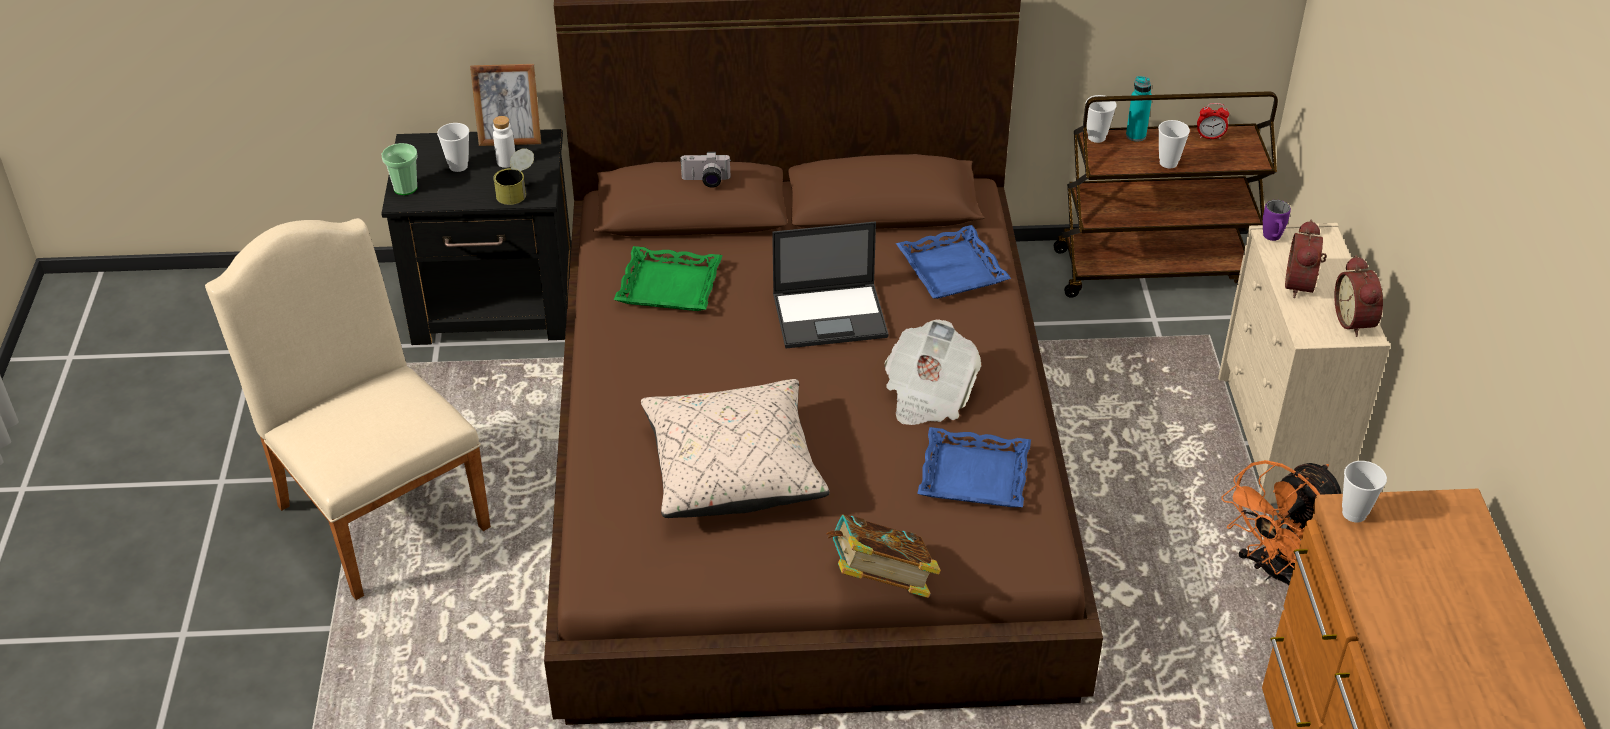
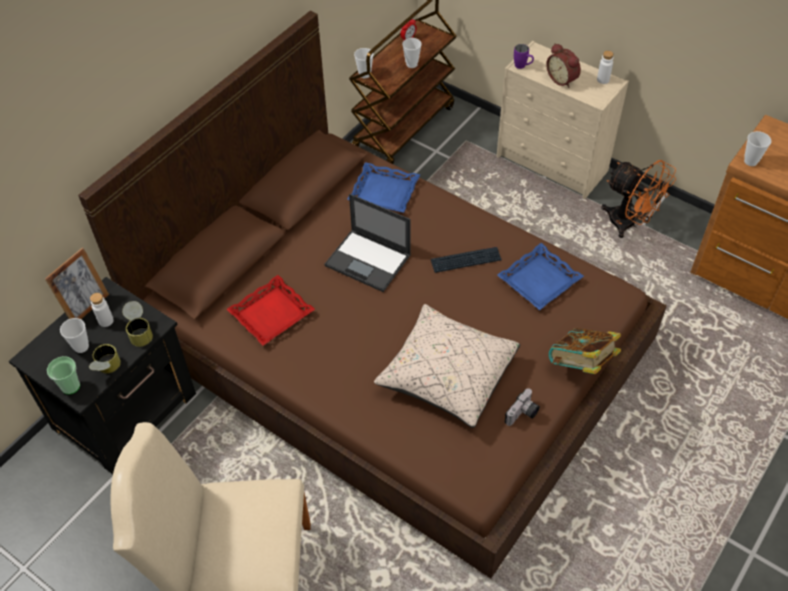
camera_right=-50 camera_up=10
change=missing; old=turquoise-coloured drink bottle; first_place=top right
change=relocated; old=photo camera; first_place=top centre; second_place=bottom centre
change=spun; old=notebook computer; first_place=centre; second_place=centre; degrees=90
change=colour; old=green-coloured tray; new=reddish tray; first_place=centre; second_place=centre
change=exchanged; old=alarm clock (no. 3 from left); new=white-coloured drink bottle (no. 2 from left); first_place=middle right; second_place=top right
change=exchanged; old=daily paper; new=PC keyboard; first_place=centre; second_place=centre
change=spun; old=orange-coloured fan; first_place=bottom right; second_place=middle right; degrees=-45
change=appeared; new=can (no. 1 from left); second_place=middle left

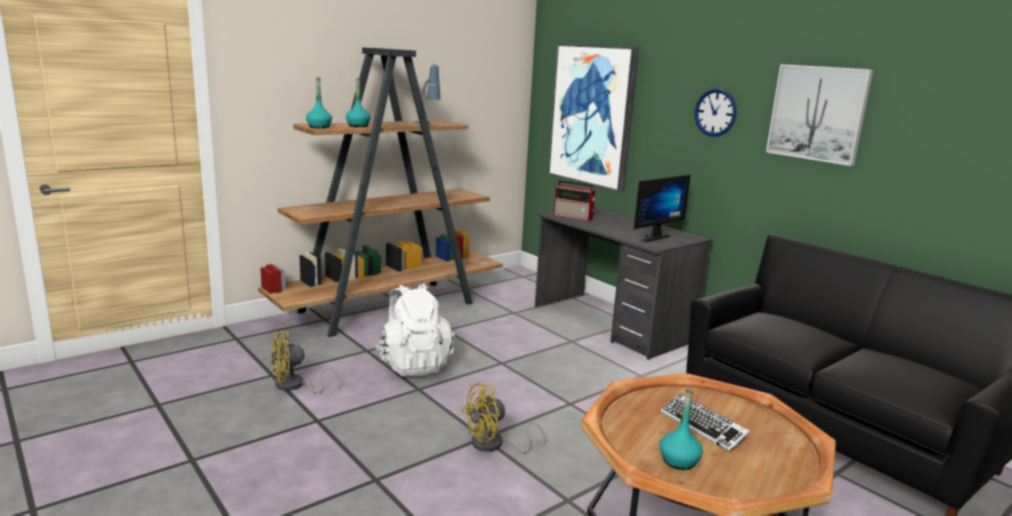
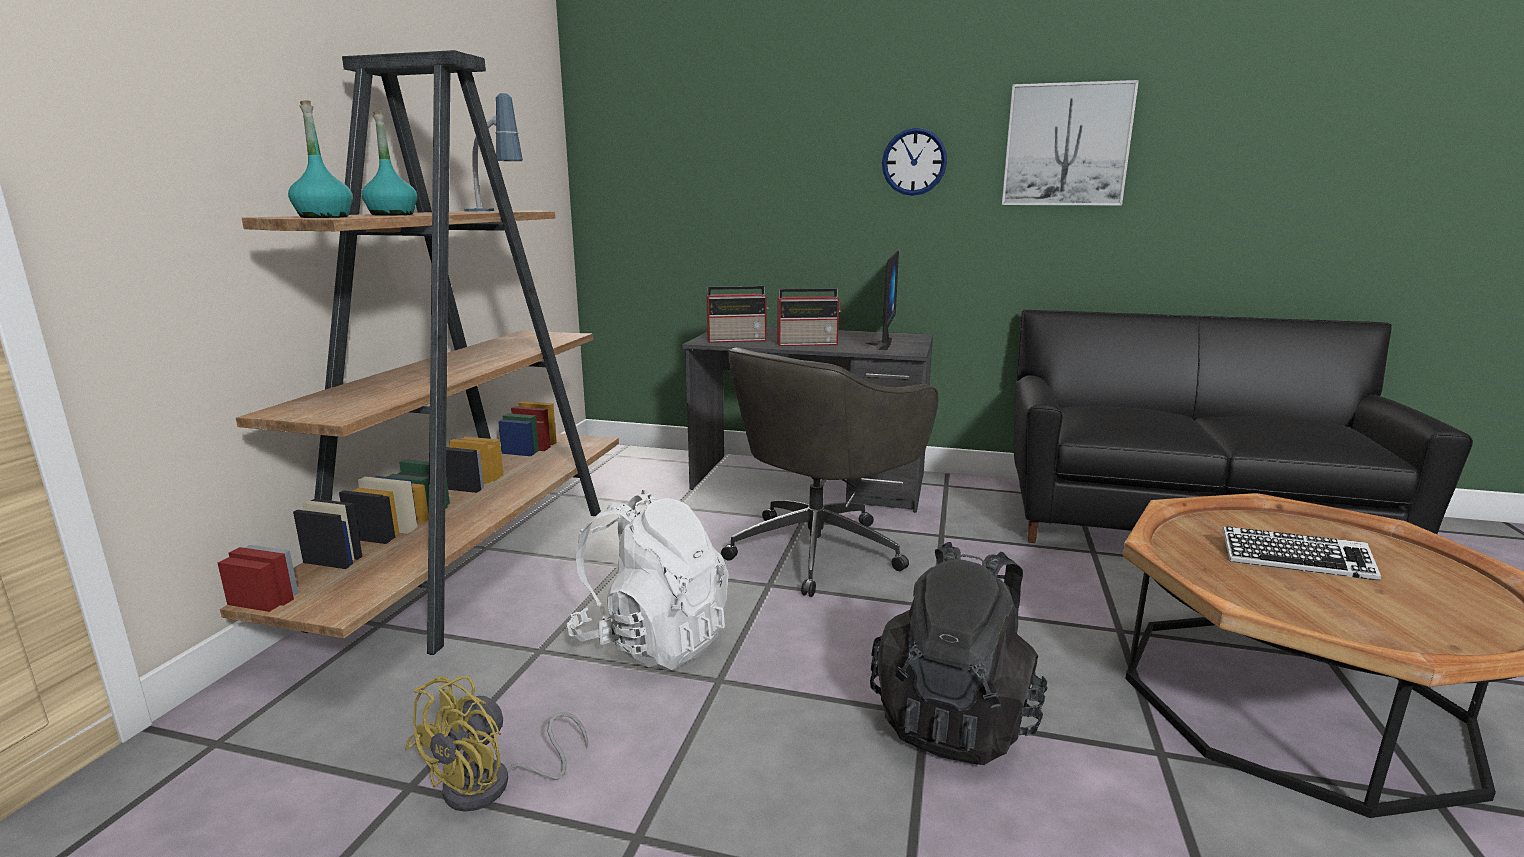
camera_right=-35 camera_up=0
change=missing; old=wall picture (no. 1 from left); first_place=top centre
change=exchanged; old=yellow fan (no. 2 from left); new=blackish rucksack; first_place=bottom centre; second_place=bottom centre
change=missing; old=turquoise-coloured drink bottle (no. 3 from left); first_place=bottom right
change=appeared; new=radio (no. 2 from left); second_place=centre
change=appeared; new=gray office chair; second_place=centre

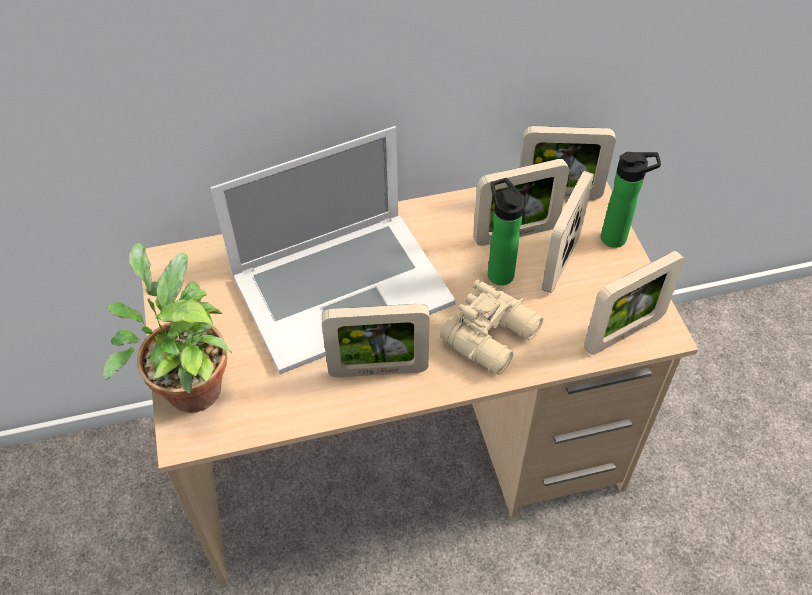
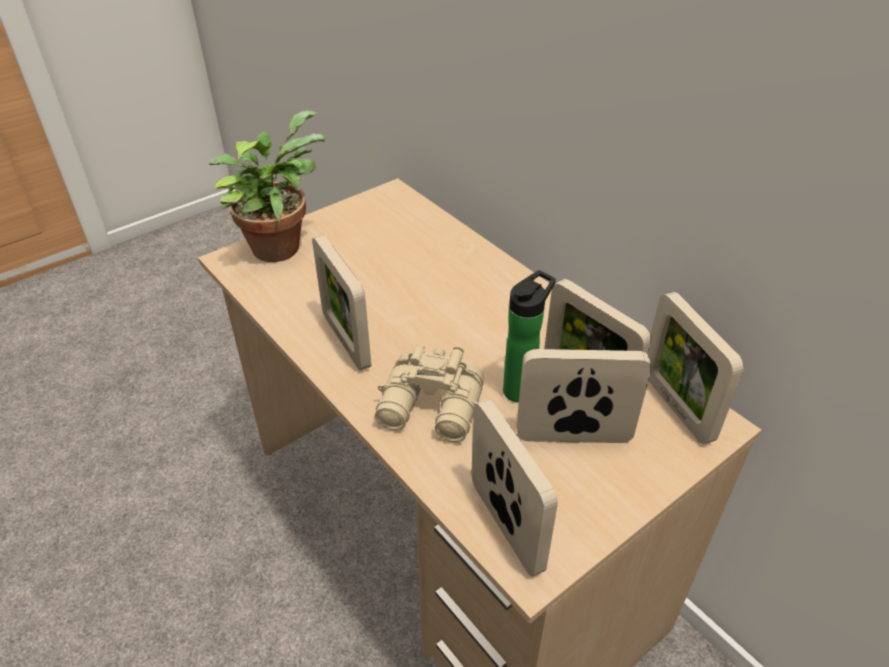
camera_right=65 camera_up=-10
change=missing; old=notebook computer; first_place=centre
change=missing; old=drink bottle (no. 2 from left); first_place=middle right
change=spun; old=standing frame (no. 5 from left in the first image); first_place=middle right; second_place=bottom centre; degrees=-150

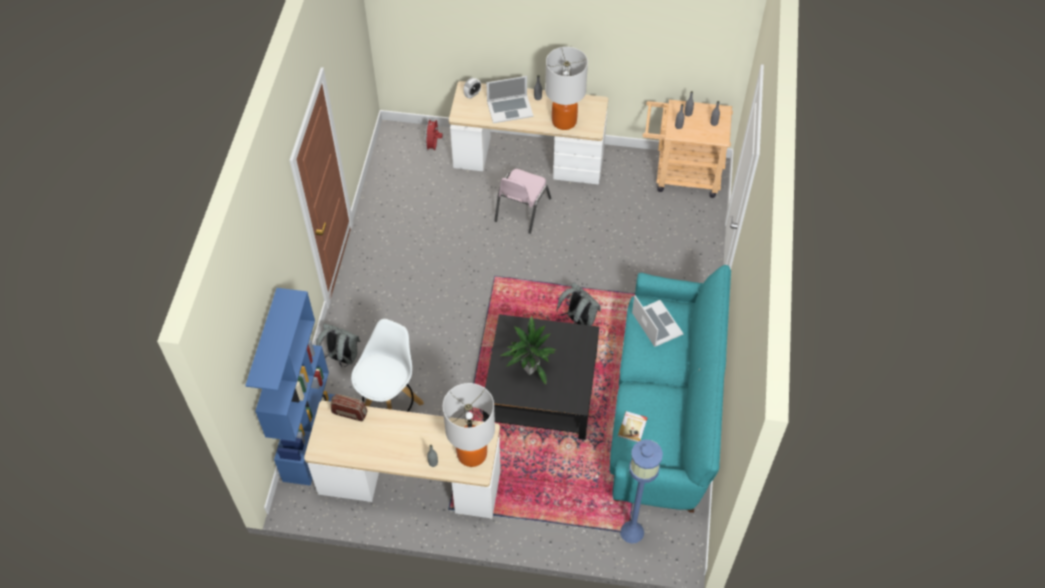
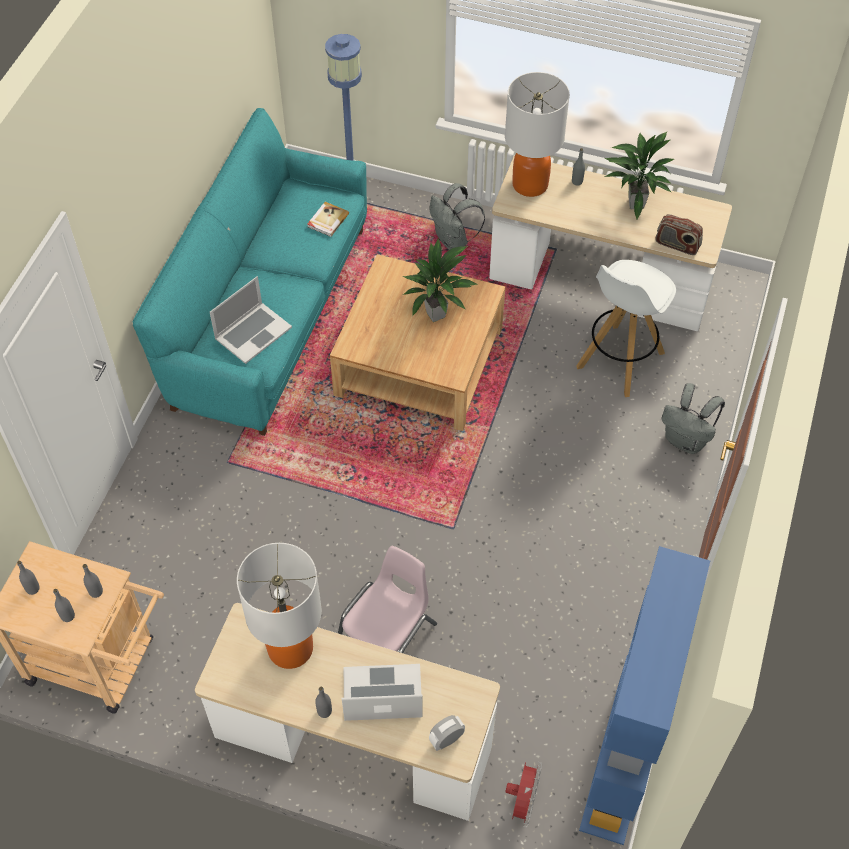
camera_right=-170 camera_up=0
change=relocated; old=gray rucksack (no. 2 from left in the first image); new=gray rucksack (no. 1 from left); first_place=centre; second_place=top centre
change=relocated; old=bluish shelving unit; first_place=middle left; second_place=bottom right
change=spun; old=notebook computer (no. 2 from left in the first image); first_place=centre; second_place=middle left; degrees=-120
change=colour; old=blackish low table; new=beige low table; first_place=centre; second_place=centre
change=appeared; new=plant in a pot (no. 2 from left); second_place=top right

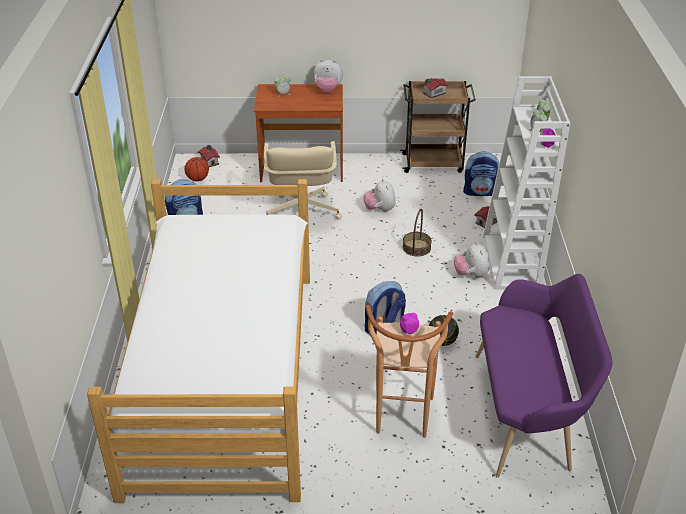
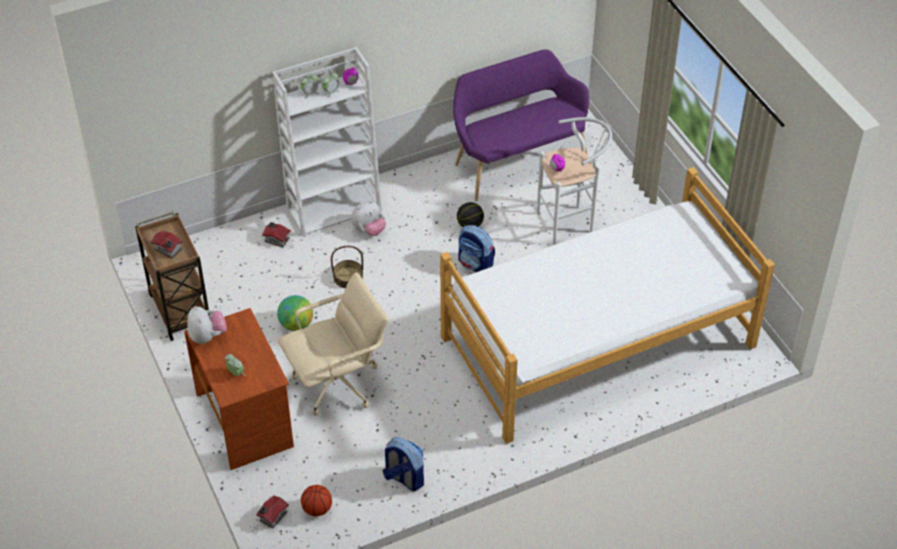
camera_right=-115 camera_up=10
change=missing; old=rucksack (no. 3 from left); first_place=middle right
change=exchanged; old=cuddly toy (no. 2 from left); new=desk globe; first_place=centre; second_place=middle left
change=colour; old=brown sitting stool; new=white-coloured sitting stool; first_place=bottom centre; second_place=top centre

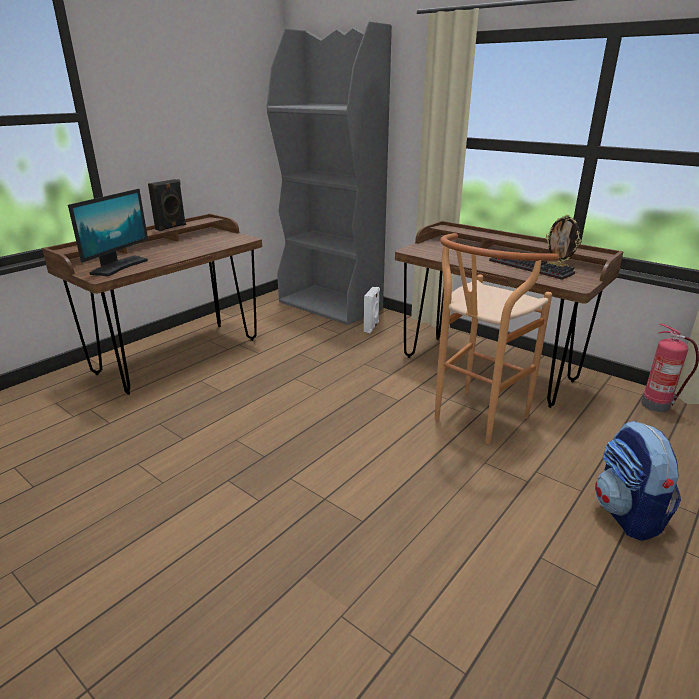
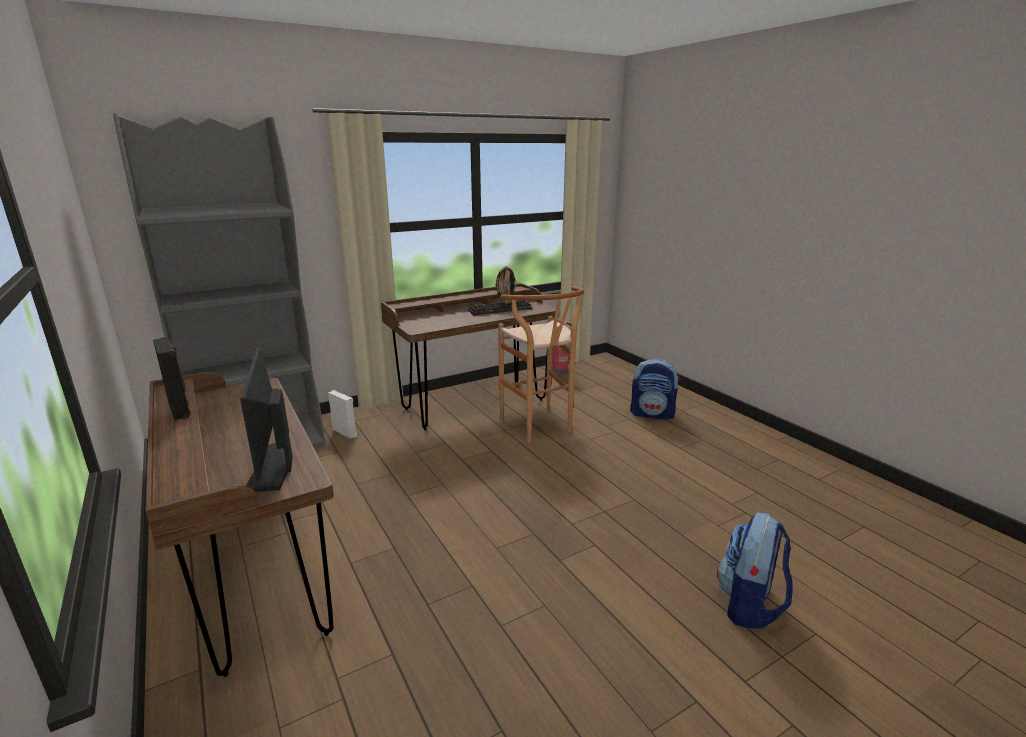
camera_right=-70 camera_up=-5
change=spun; old=computer screen; first_place=top left; second_place=middle left; degrees=-150
change=appeared; new=rucksack (no. 2 from left); second_place=bottom right

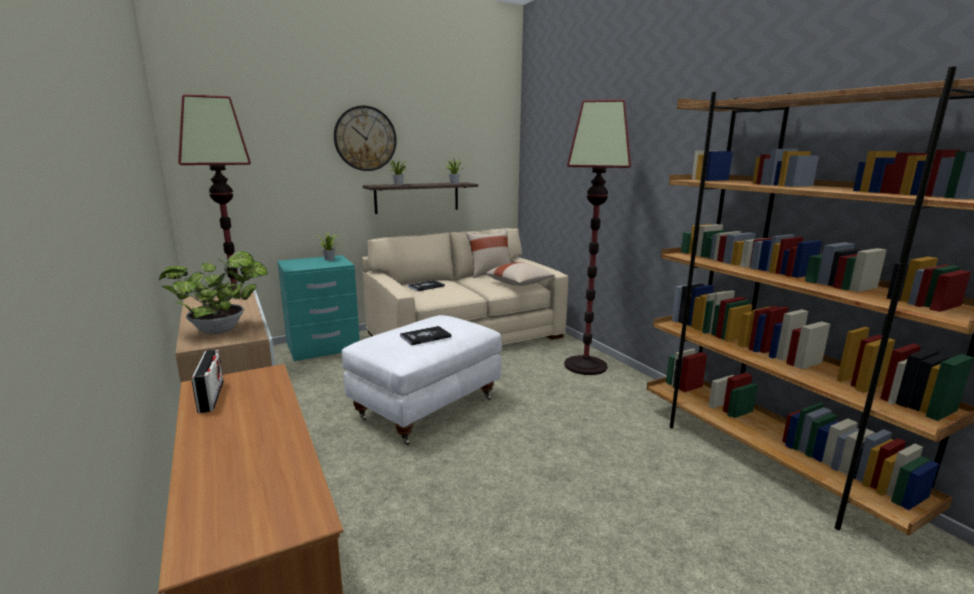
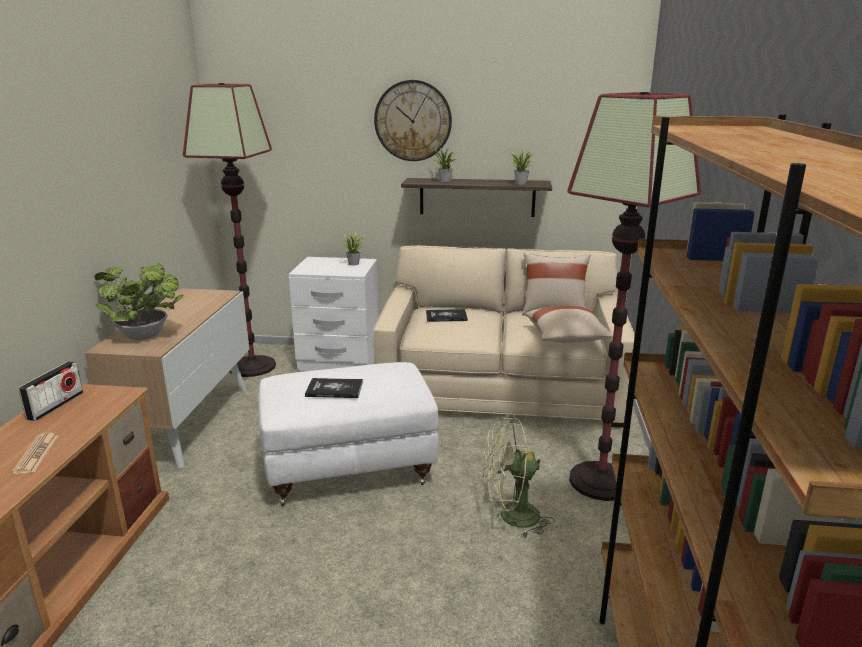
camera_right=35 camera_up=5
change=colour; old=turquoise-coloured night table; new=white-coloured night table; first_place=middle left; second_place=centre
change=appeared; new=green-coloured fan; second_place=bottom centre
change=appeared; new=daily paper; second_place=bottom left

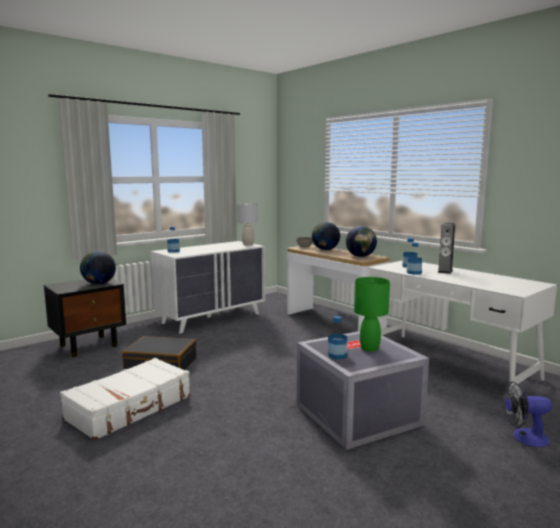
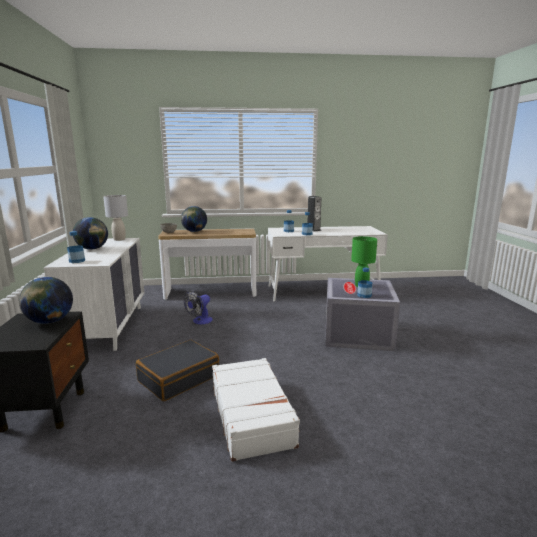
camera_right=-55 camera_up=5
change=relocated; old=desk globe (no. 3 from left in the first image); new=desk globe (no. 2 from left); first_place=centre; second_place=middle left
change=relocated; old=fan; first_place=bottom right; second_place=centre

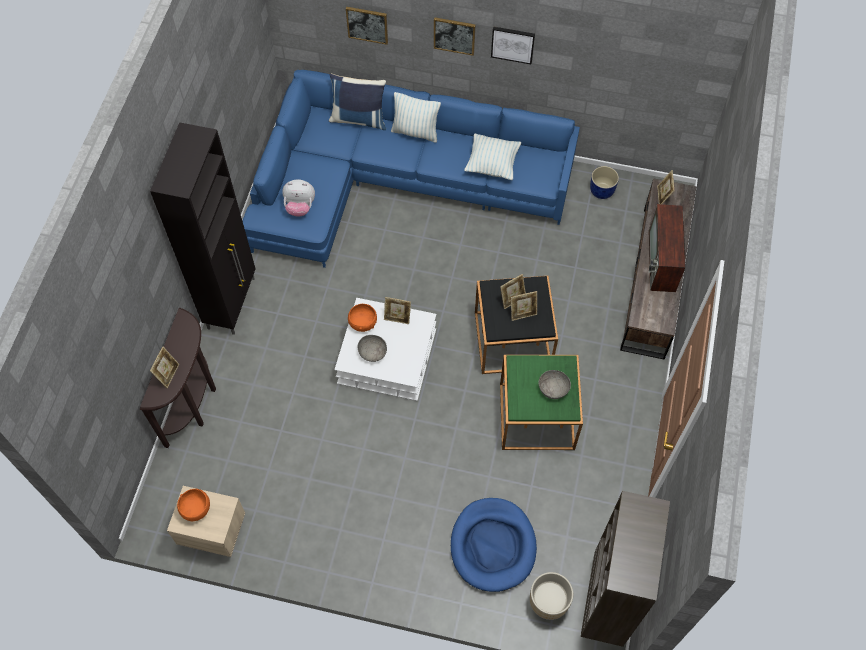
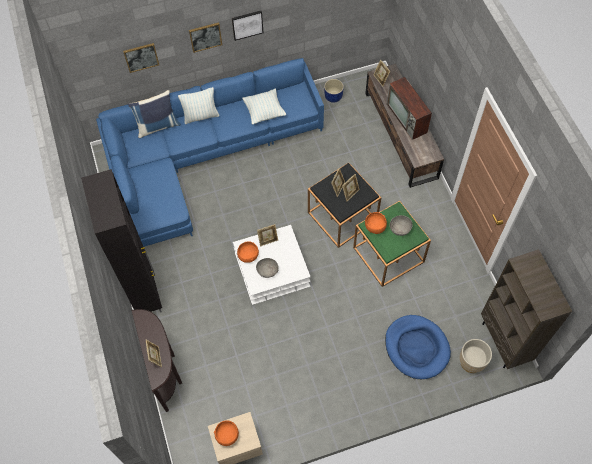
camera_right=-30 camera_up=0
change=missing; old=cuddly toy; first_place=top centre
change=appeared; new=orange-coloured bowl (no. 3 from left); second_place=centre

